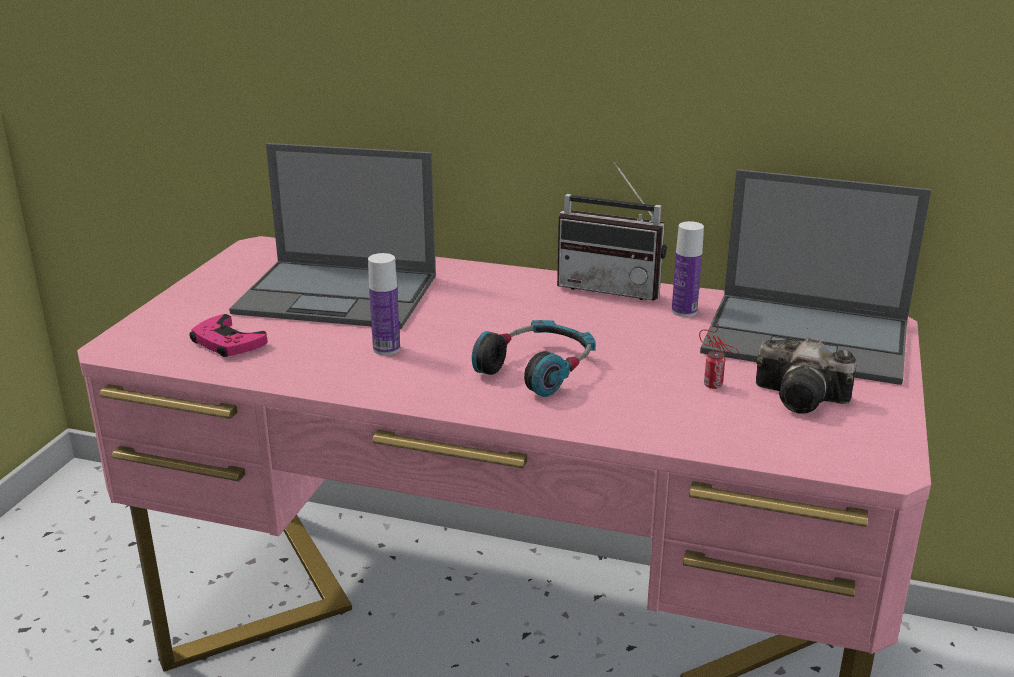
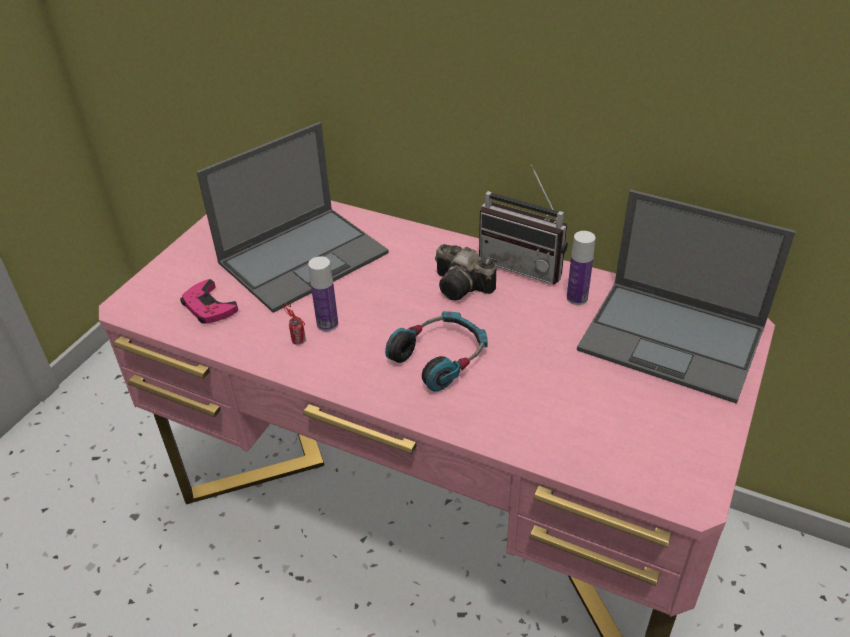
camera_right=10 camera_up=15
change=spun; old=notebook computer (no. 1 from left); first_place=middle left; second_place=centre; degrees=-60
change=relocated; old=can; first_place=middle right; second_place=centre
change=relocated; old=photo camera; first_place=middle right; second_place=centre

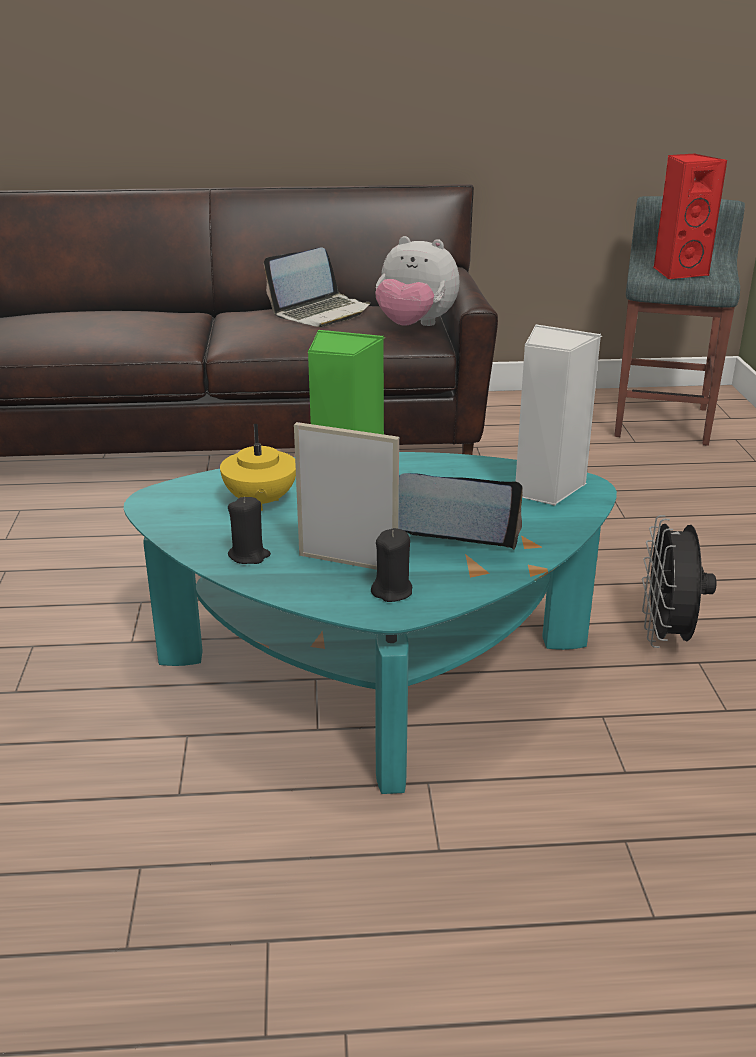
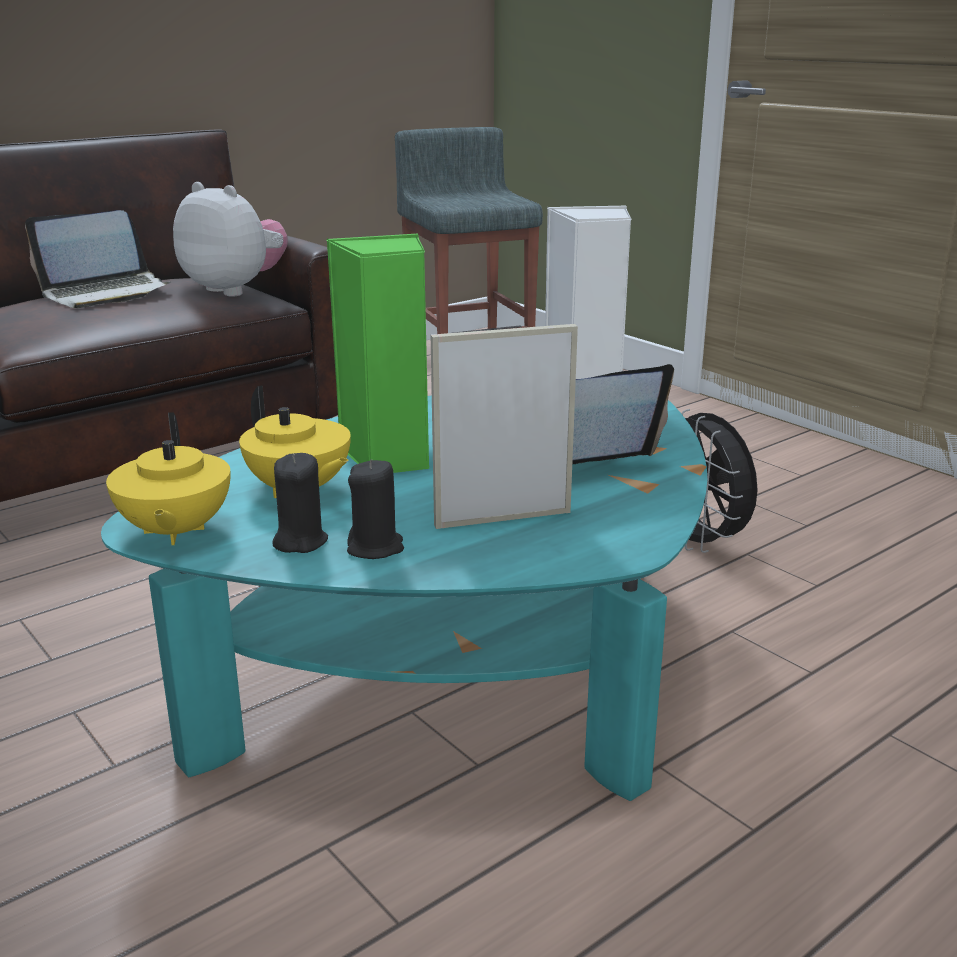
camera_right=-35 camera_up=-5
change=missing; old=reddish loudspeaker; first_place=top right
change=spun; old=cuddly toy; first_place=top centre; second_place=top left; degrees=-135
change=spun; old=notebook computer (no. 1 from left); first_place=top centre; second_place=top left; degrees=45
change=relocated; old=blackish wax light (no. 2 from left in the first image); new=blackish wax light (no. 1 from left); first_place=centre; second_place=middle left
change=appeared; new=yellow teapot (no. 1 from left); second_place=middle left

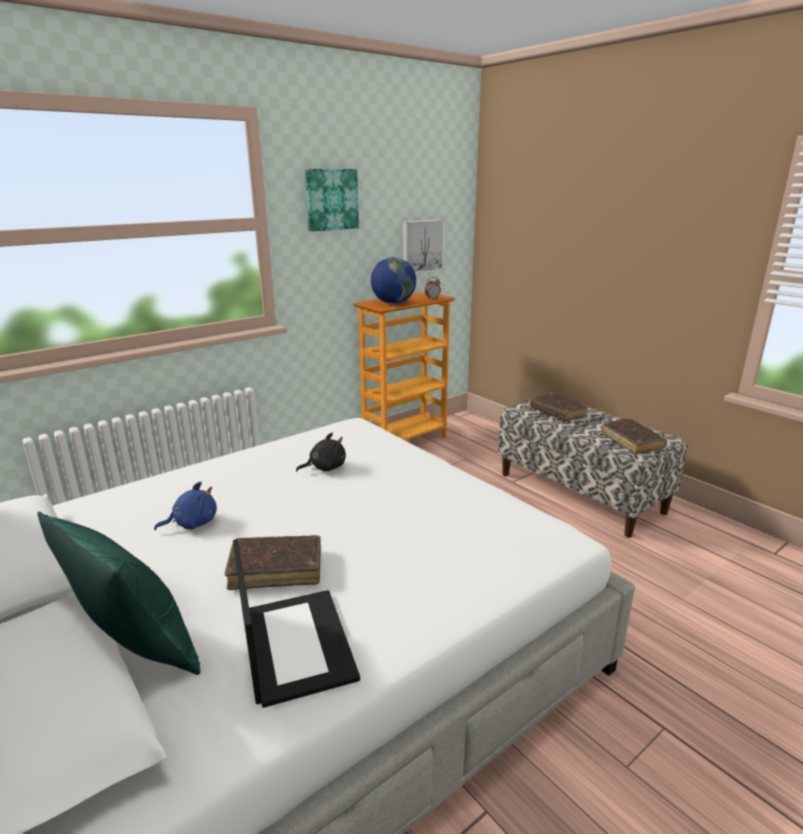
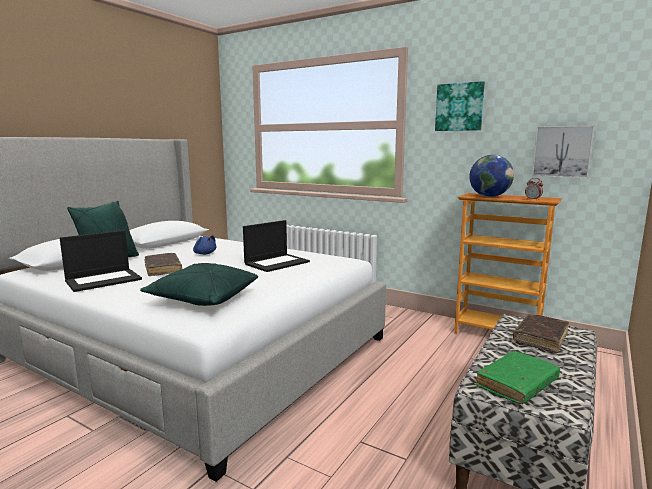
camera_right=70 camera_up=-10
change=colour; old=brown book (no. 3 from left); new=green-coloured book; first_place=middle right; second_place=bottom right
change=exchanged; old=blackish cuddly toy; new=notebook computer (no. 2 from left); first_place=centre; second_place=centre
change=appeared; new=green-coloured throw pillow (no. 2 from left); second_place=middle left

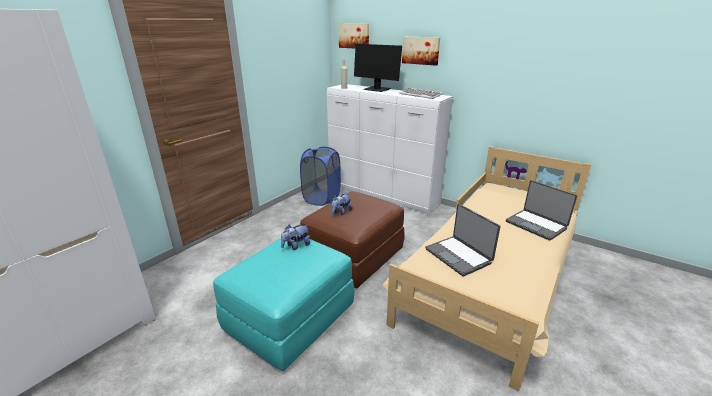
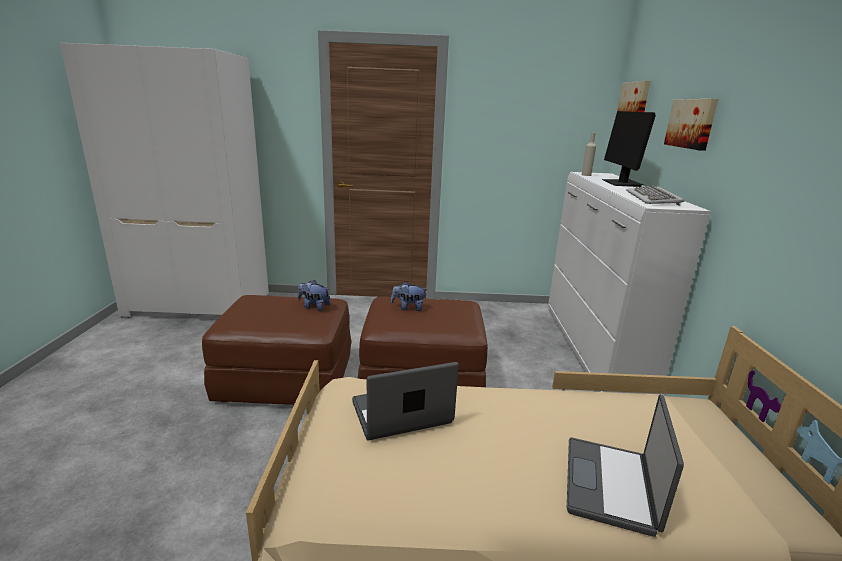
camera_right=55 camera_up=-5
change=missing; old=bluish washing basket; first_place=centre
change=spun; old=notebook computer (no. 1 from left); first_place=centre; second_place=bottom centre; degrees=45
change=colour; old=turquoise-coloured pouffe; new=brown pouffe (no. 1 from left); first_place=bottom centre; second_place=middle left

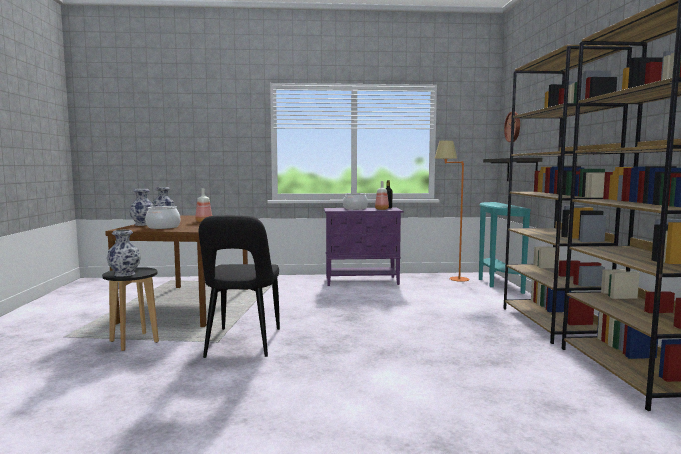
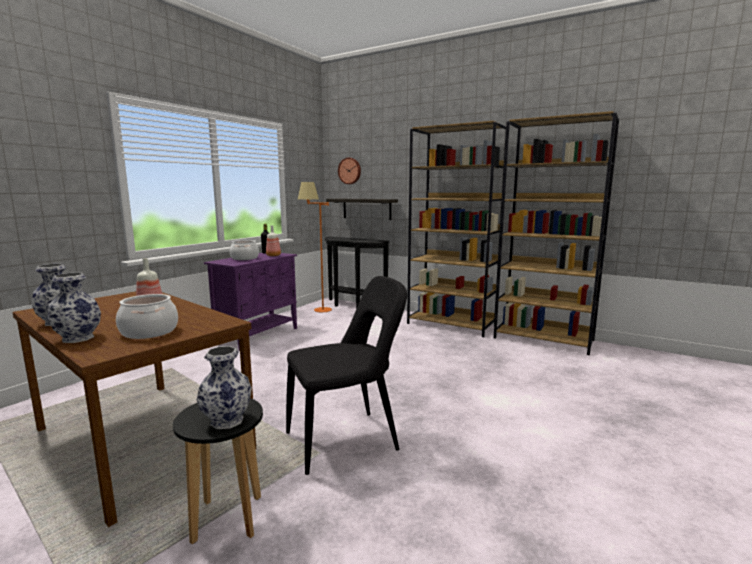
camera_right=-55 camera_up=5
change=colour; old=turquoise-coloured console table; new=blackish console table; first_place=middle right; second_place=centre
change=spun; old=blackish chair; first_place=centre; second_place=centre; degrees=-60

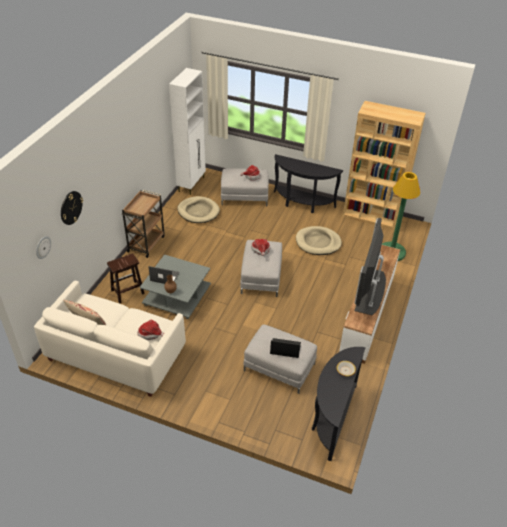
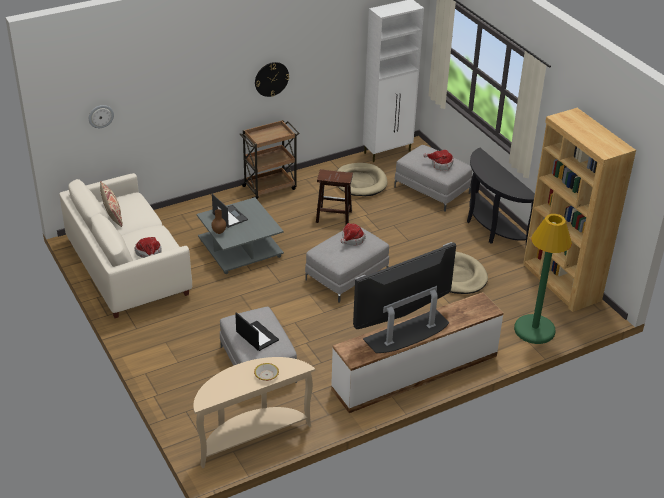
camera_right=40 camera_up=-5
change=relocated; old=wall clock (no. 2 from left); first_place=middle left; second_place=top centre
change=relocated; old=brown sitting stool; first_place=middle left; second_place=centre
change=colour; old=blackish console table (no. 2 from left); new=beige console table; first_place=bottom right; second_place=bottom centre

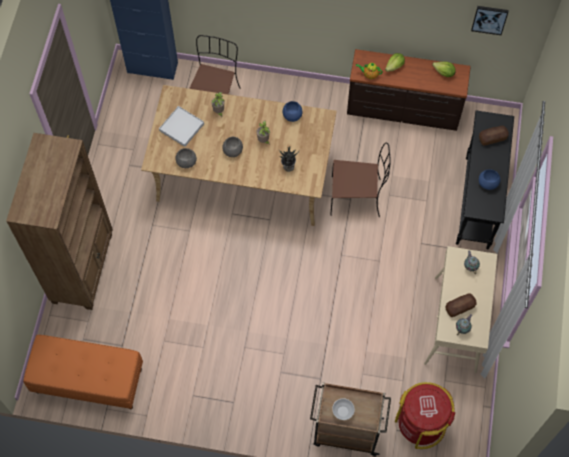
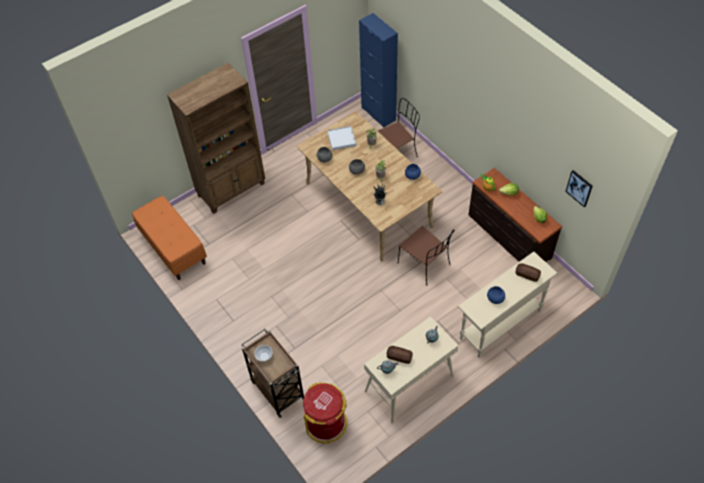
camera_right=45 camera_up=-10
change=colour; old=blackish console table; new=beige console table (no. 2 from left); first_place=middle right; second_place=middle right

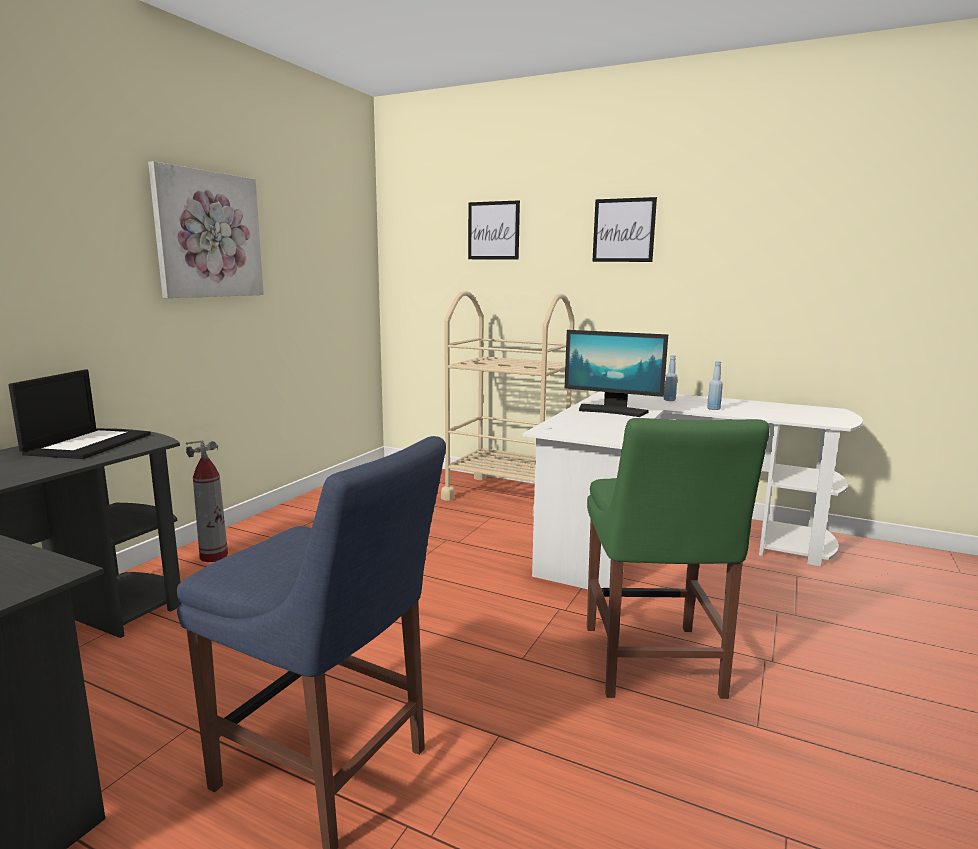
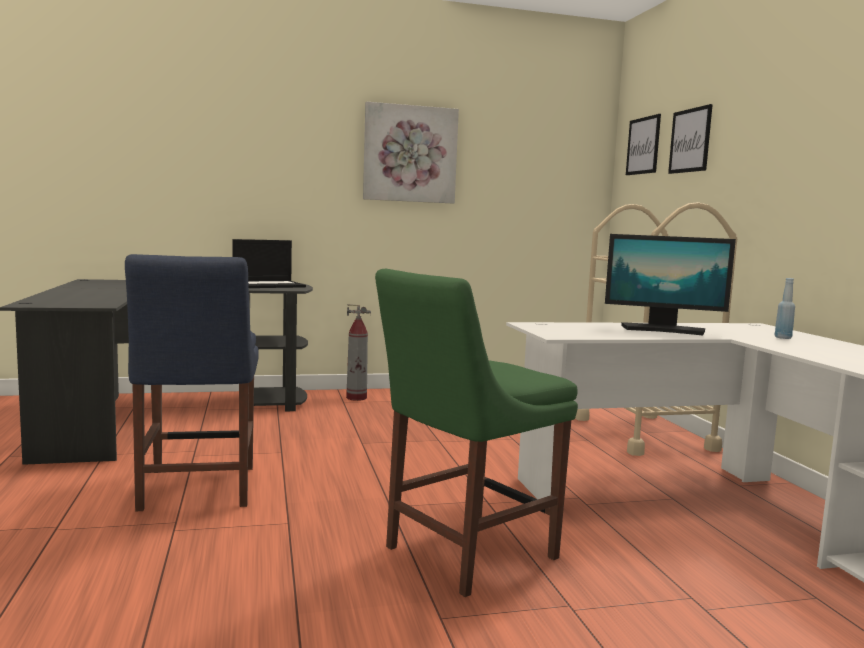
camera_right=50 camera_up=-5
change=relocated; old=wall picture (no. 3 from left in the first image); new=wall picture (no. 2 from left); first_place=top centre; second_place=top right
change=spun; old=computer screen; first_place=centre; second_place=middle right; degrees=-60
change=missing; old=bluish drink bottle (no. 2 from left); first_place=middle right

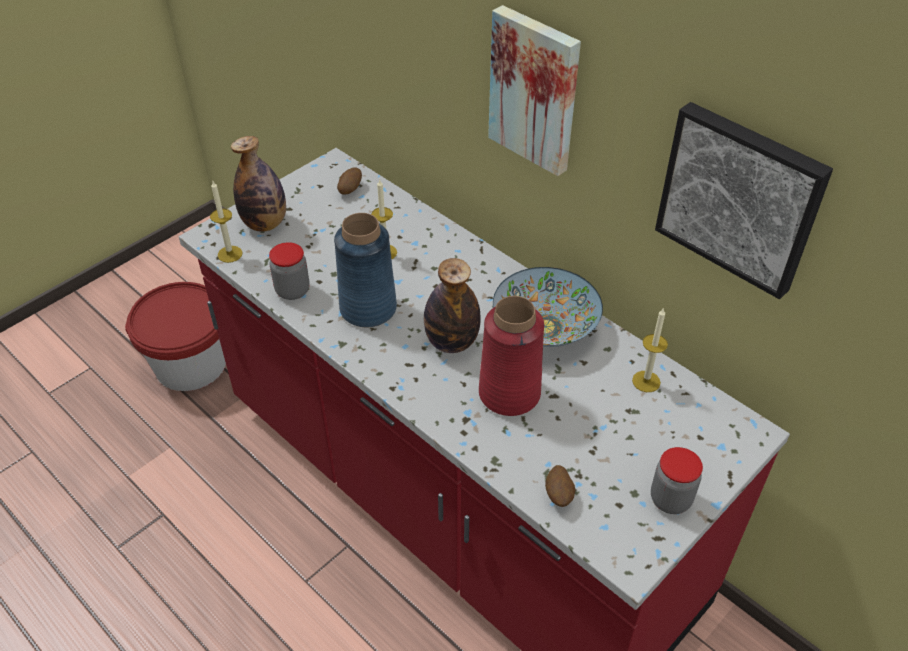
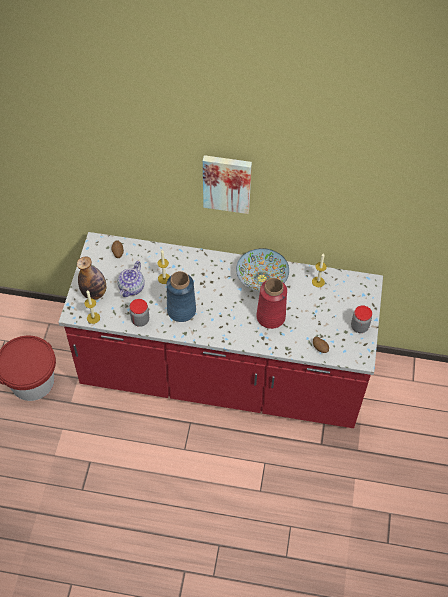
camera_right=-35 camera_up=10
change=missing; old=wall picture (no. 2 from left); first_place=top right
change=missing; old=drink bottle (no. 2 from left); first_place=centre
change=appeared; new=teapot; second_place=middle left

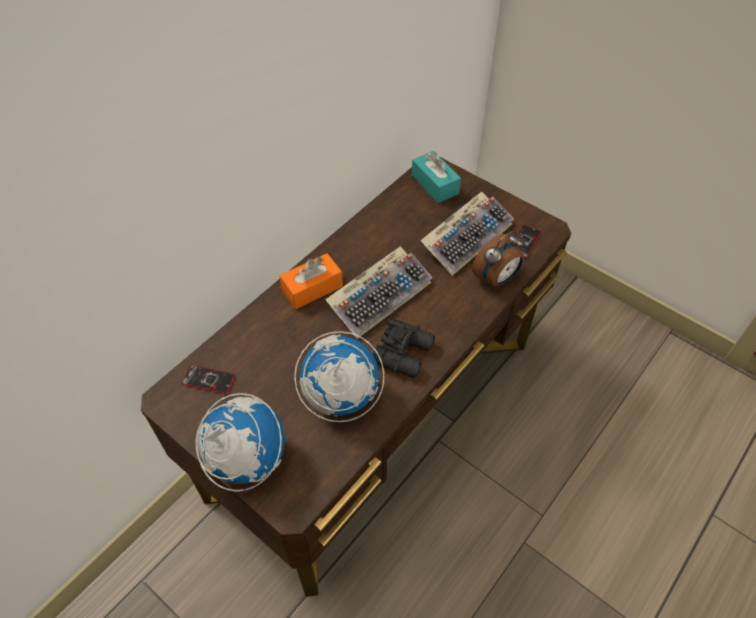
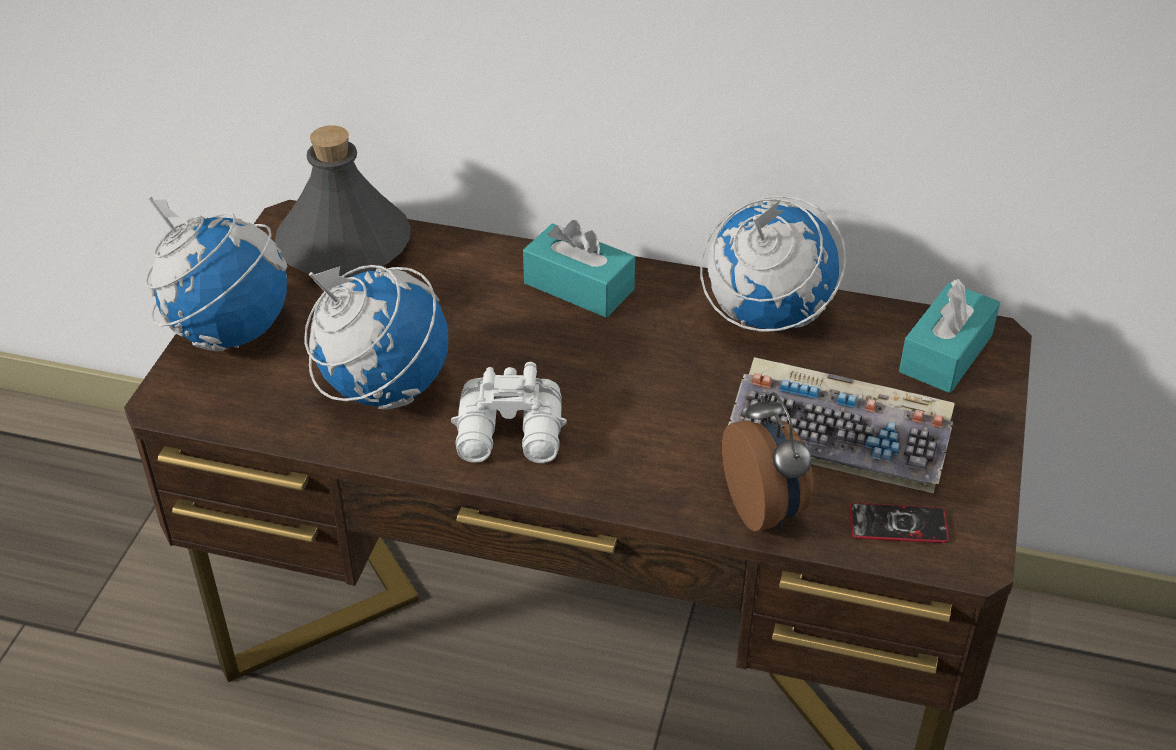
camera_right=65 camera_up=-10
change=spun; old=alarm clock; first_place=centre; second_place=centre; degrees=-135
change=missing; old=PC keyboard (no. 1 from left); first_place=centre
change=colour; old=orange-coloured box of tissues; new=turquoise-coloured box of tissues (no. 1 from left); first_place=centre; second_place=centre
change=colour; old=blackish pair of binoculars; new=white-coloured pair of binoculars; first_place=centre; second_place=centre
change=exchanged; old=handset (no. 1 from left); new=gray drink bottle; first_place=middle left; second_place=top left
change=appeared; new=desk globe (no. 3 from left); second_place=centre

